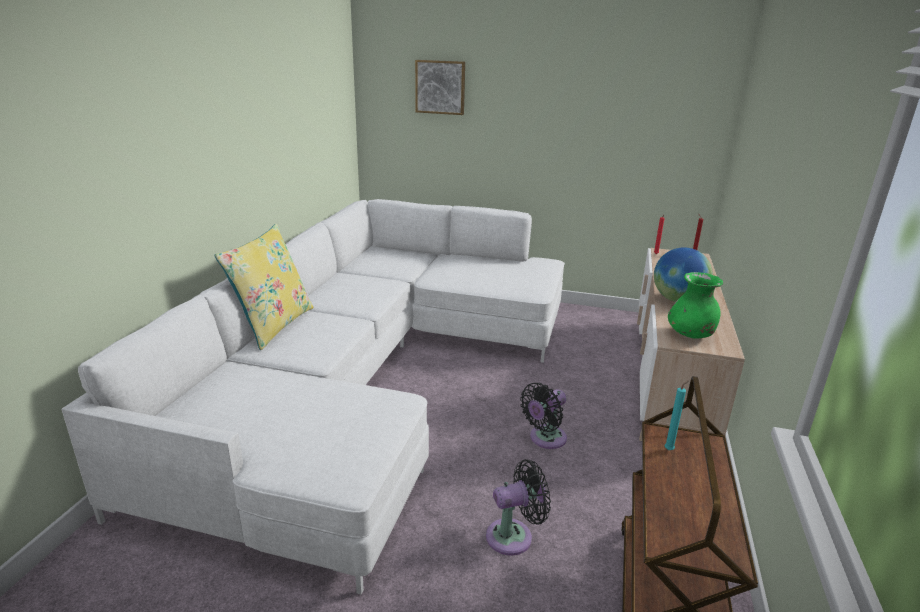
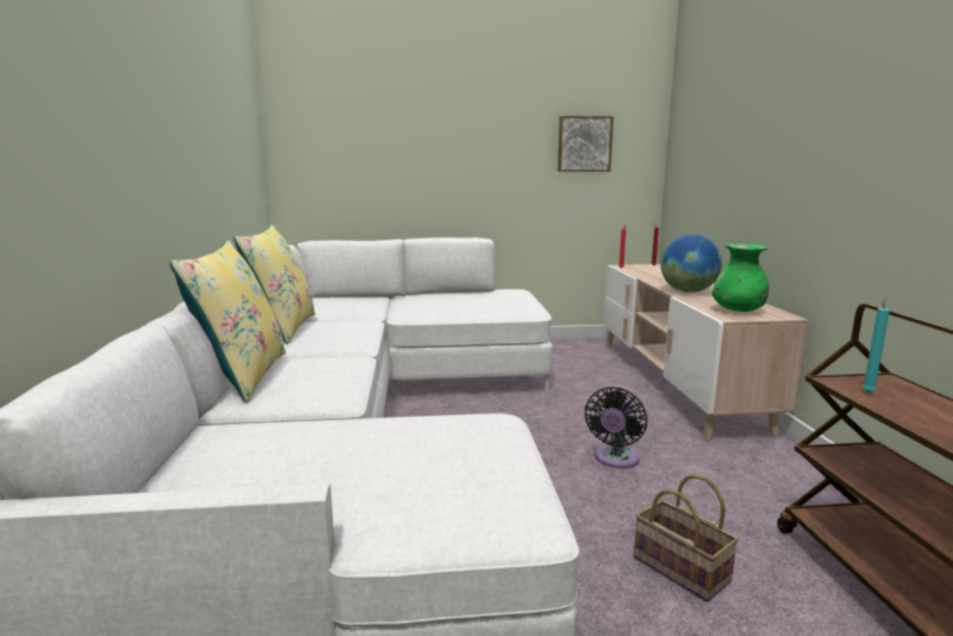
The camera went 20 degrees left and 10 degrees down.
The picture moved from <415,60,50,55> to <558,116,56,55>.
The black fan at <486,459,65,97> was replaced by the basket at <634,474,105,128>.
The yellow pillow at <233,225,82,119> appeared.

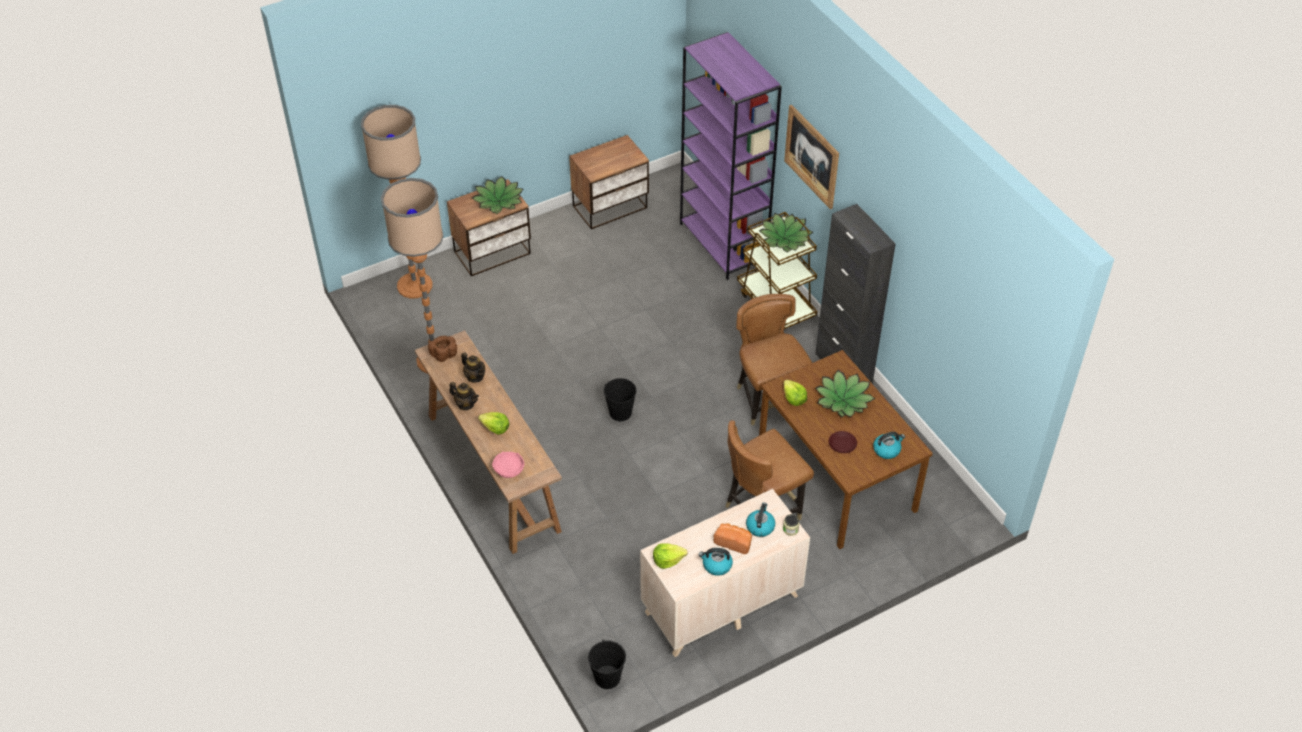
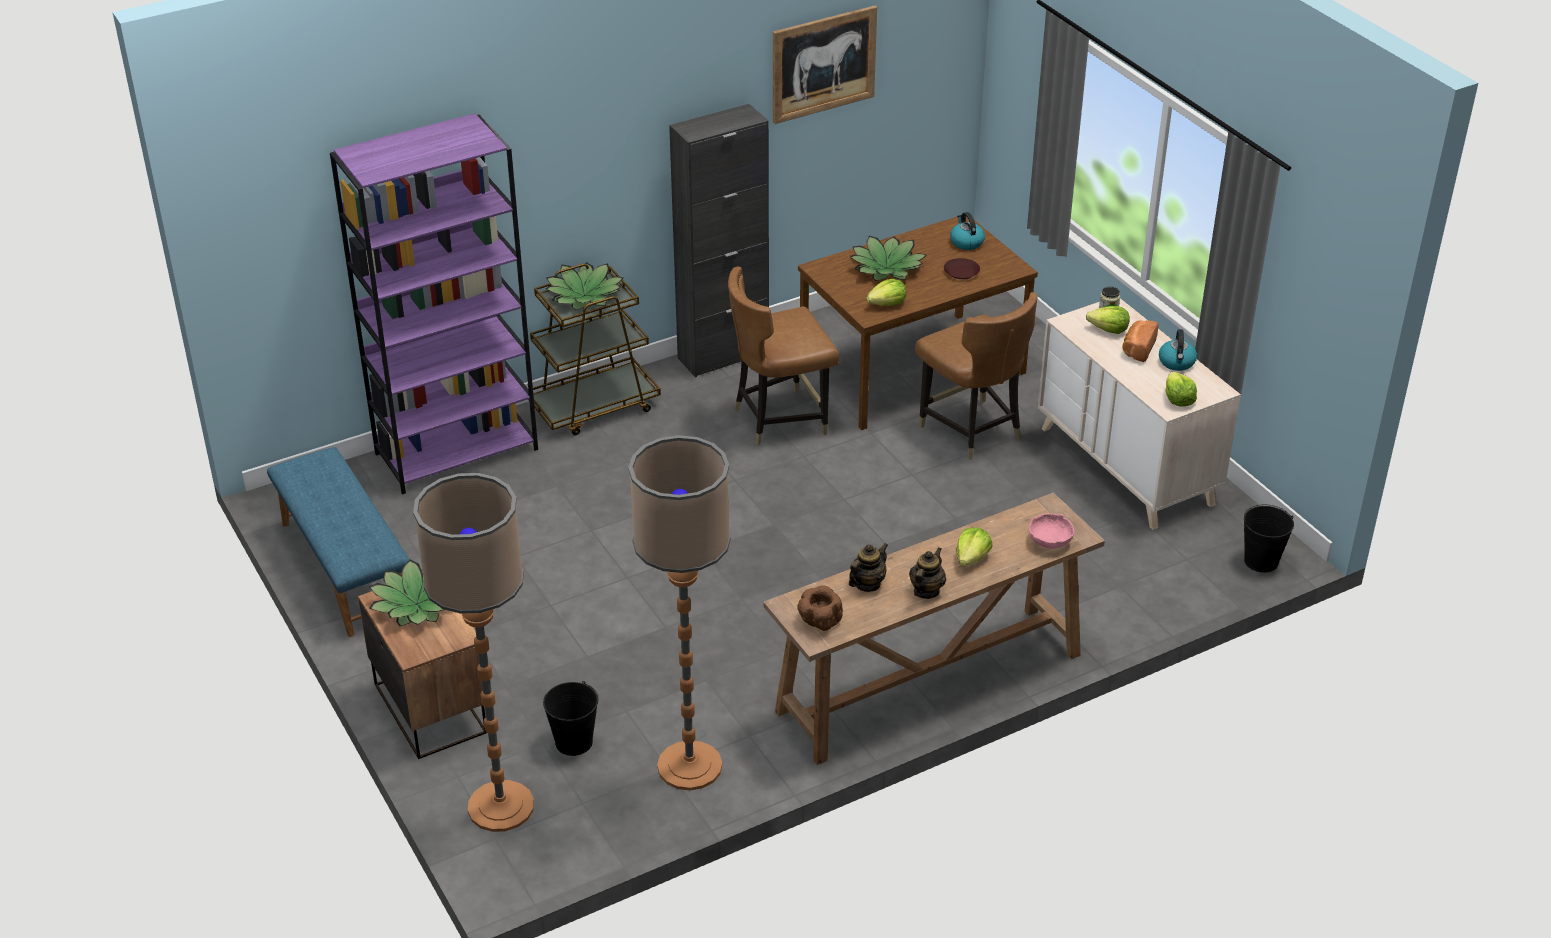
The camera went 90 degrees left and 10 degrees down.
The nightstand at <569,135,80,94> was replaced by the blue bench at <267,447,142,190>.
The black bucket moved from <604,378,32,43> to <543,681,56,75>.
The kettle at <746,503,29,34> was replaced by the lettuce at <1086,306,44,28>.
The picture moved from <784,105,55,104> to <773,6,104,118>.

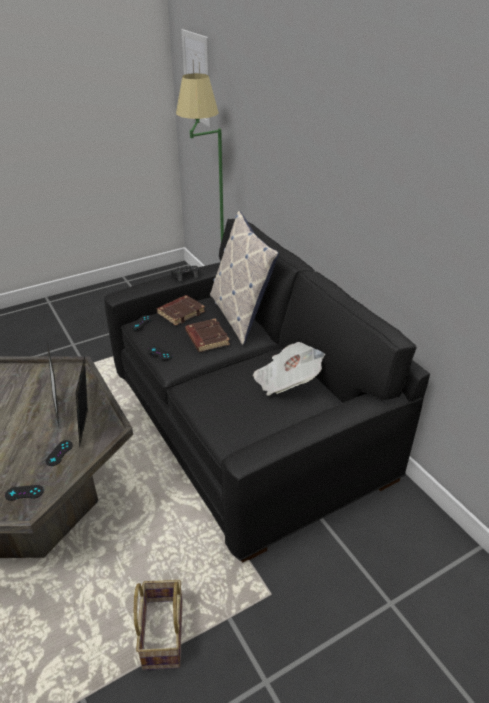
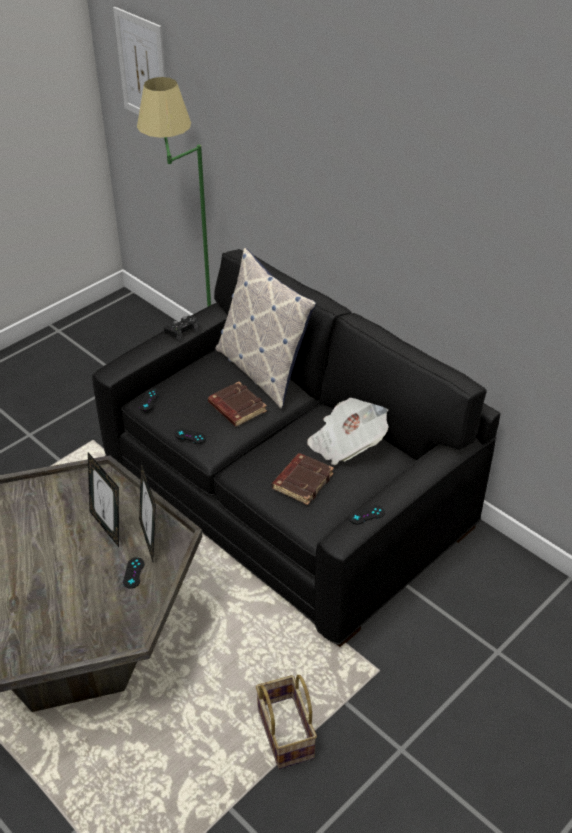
The camera went 15 degrees left and 5 degrees up.
The black game controller moved from <5,485,39,16> to <349,505,36,20>.
The brown book moved from <157,295,48,31> to <272,453,62,52>.

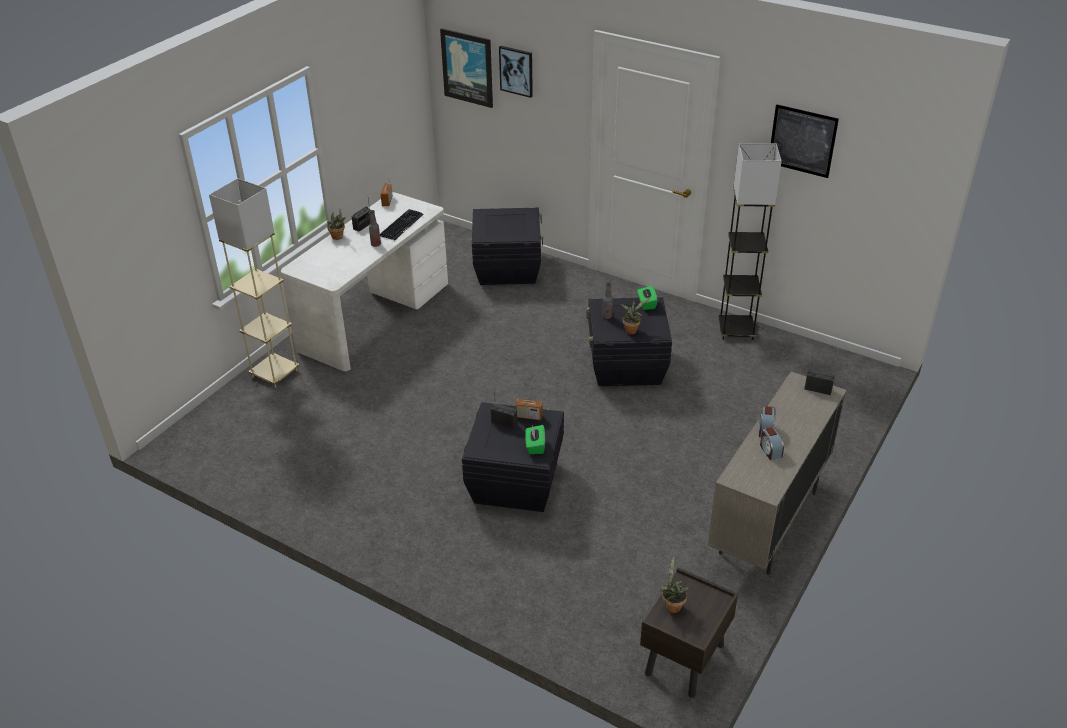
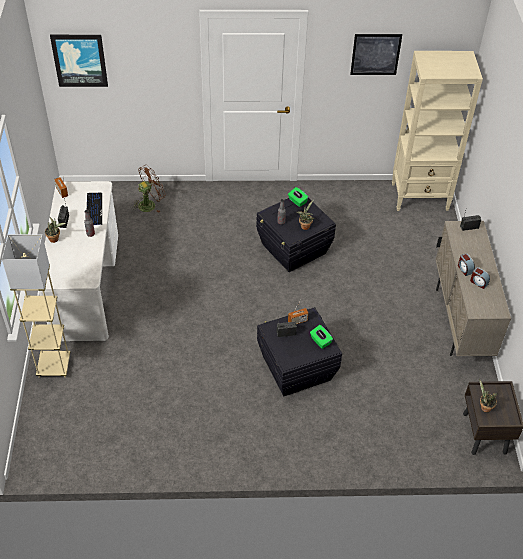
The camera went 35 degrees left and 10 degrees up.
The black storage box at <472,208,72,77> was replaced by the brown fan at <132,165,34,48>.
The picture at <499,46,34,52> disappeared.
The grey floor lamp at <718,143,63,197> disappeared.
The beige bookcase at <392,51,91,160> appeared.

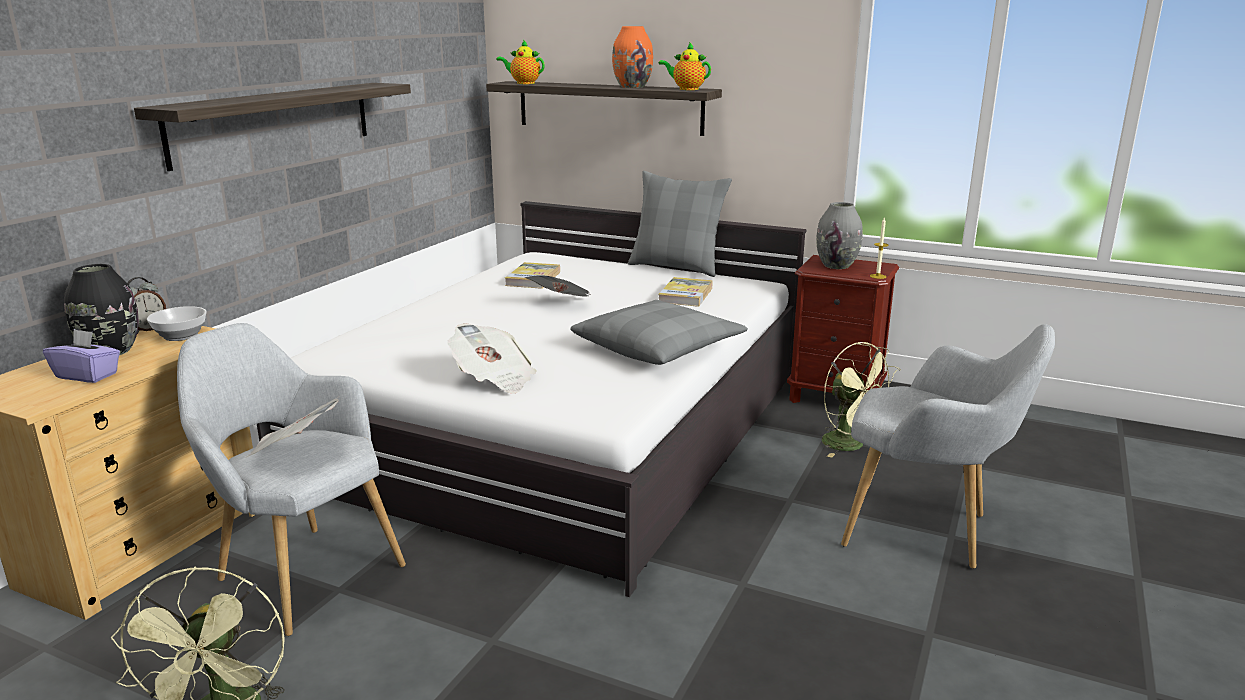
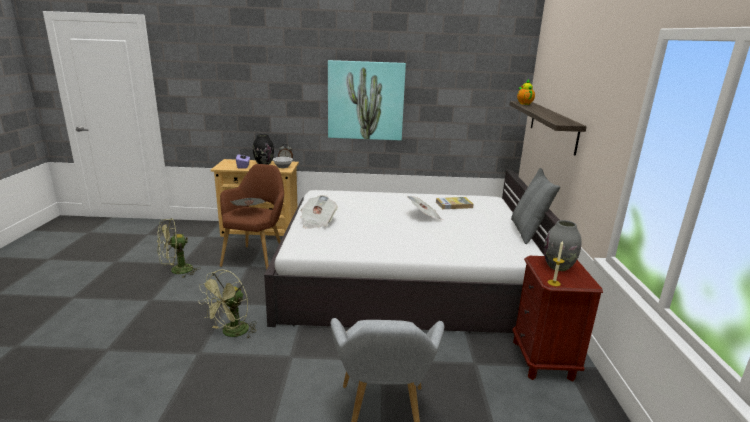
The camera went 65 degrees right and 0 degrees up.
The shelf at <134,83,277,88> was replaced by the picture at <328,60,78,81>.
The grey armchair at <177,323,229,313> became the brown armchair at <220,164,64,106>.
The grey pillow at <570,300,178,65> disappeared.
The orange vase at <612,26,41,62> disappeared.
The book at <658,277,55,30> disappeared.
The teapot at <659,42,52,48> disappeared.
The green fan moved from <822,342,79,116> to <198,270,59,68>.

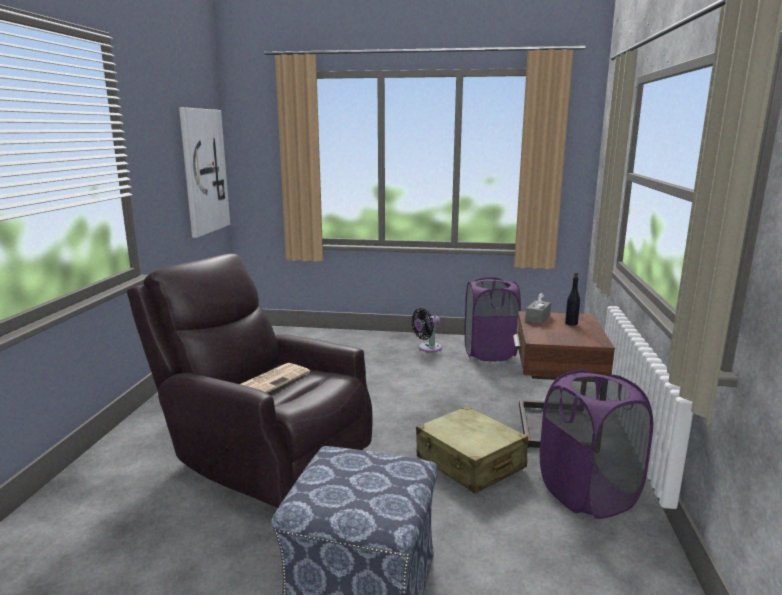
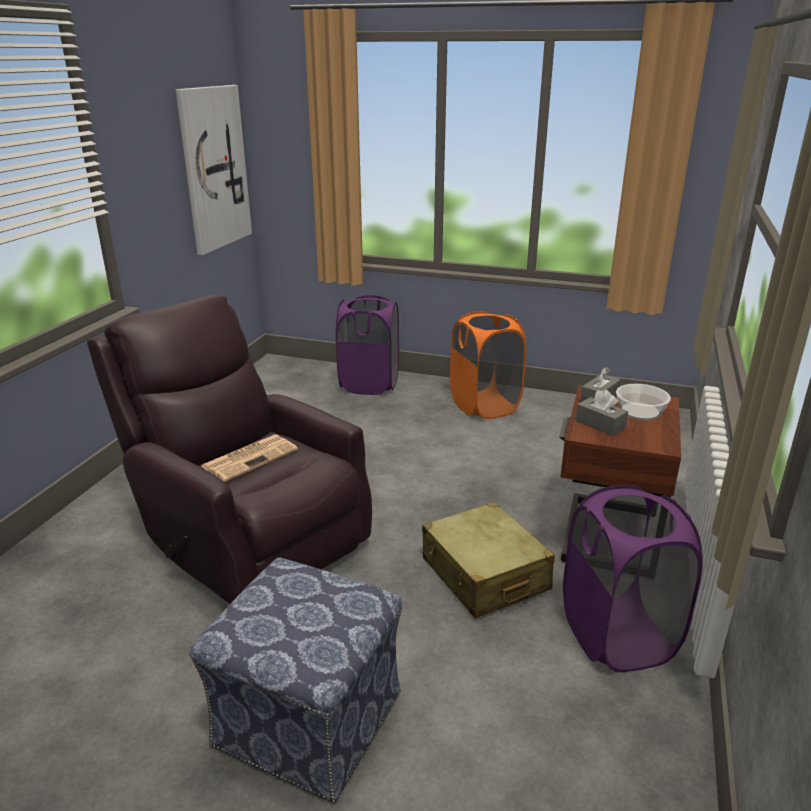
The camera went 10 degrees right and 10 degrees up.
The black fan at <411,308,31,44> was replaced by the orange laundry basket at <450,311,76,108>.
The purple laundry basket moved from <465,277,56,84> to <336,295,63,100>.
The black bottle at <565,273,15,53> was replaced by the bowl at <616,384,55,37>.
The grey tissue box at <576,390,52,46> appeared.

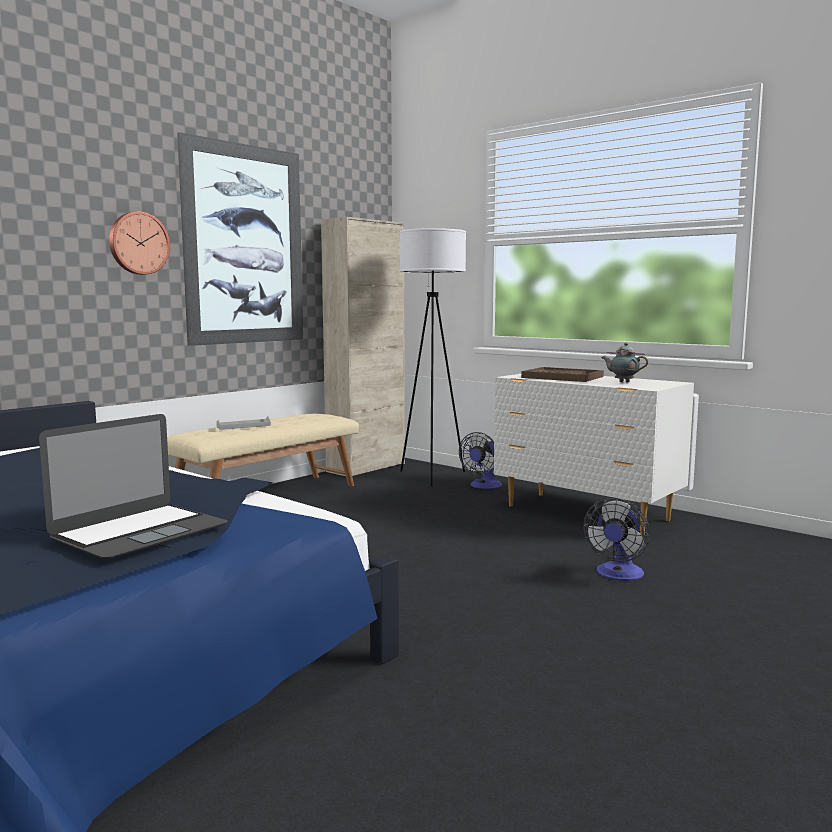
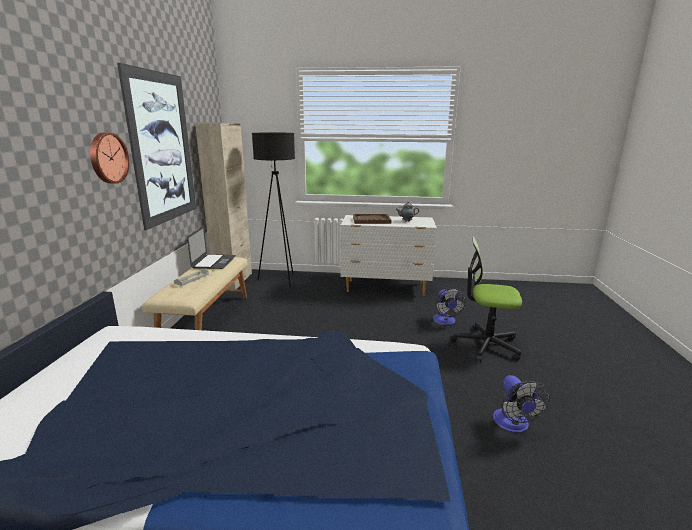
The camera went 35 degrees left and 10 degrees up.
The laptop moved from <39,414,188,145> to <187,226,49,43>.
The white floor lamp at <400,228,66,258> became the black floor lamp at <252,133,43,154>.
The fan moved from <459,432,43,57> to <493,375,57,58>.
The office chair at <450,235,72,127> appeared.

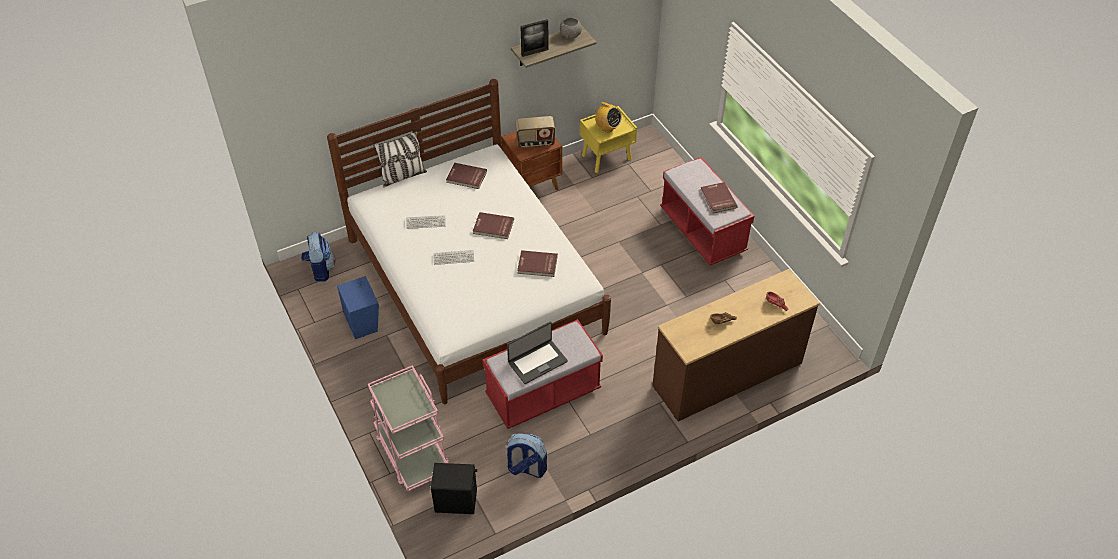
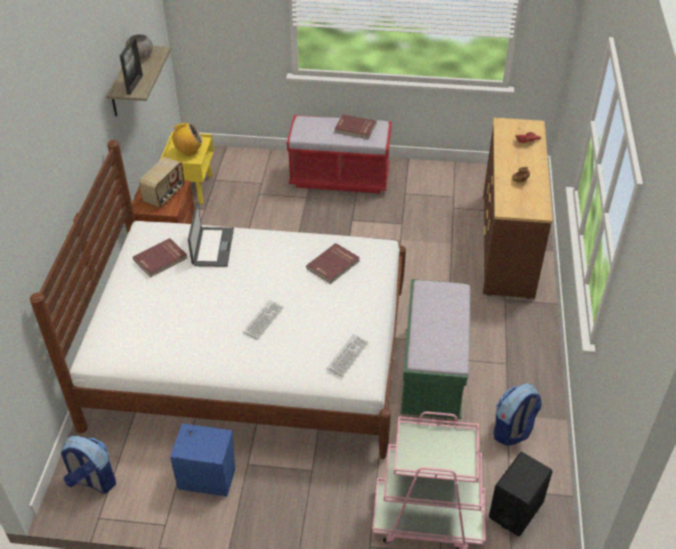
The camera went 55 degrees left and 5 degrees down.
The pillow at <373,131,54,56> disappeared.
The keyboard moved from <406,215,40,14> to <326,334,43,43>.
The red book at <473,212,41,27> disappeared.
The red bench at <482,319,121,110> became the green bench at <400,279,70,140>.
The laptop moved from <507,322,61,62> to <188,202,46,65>.

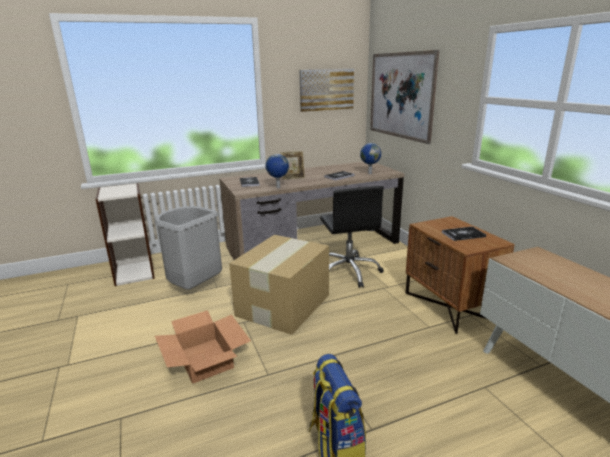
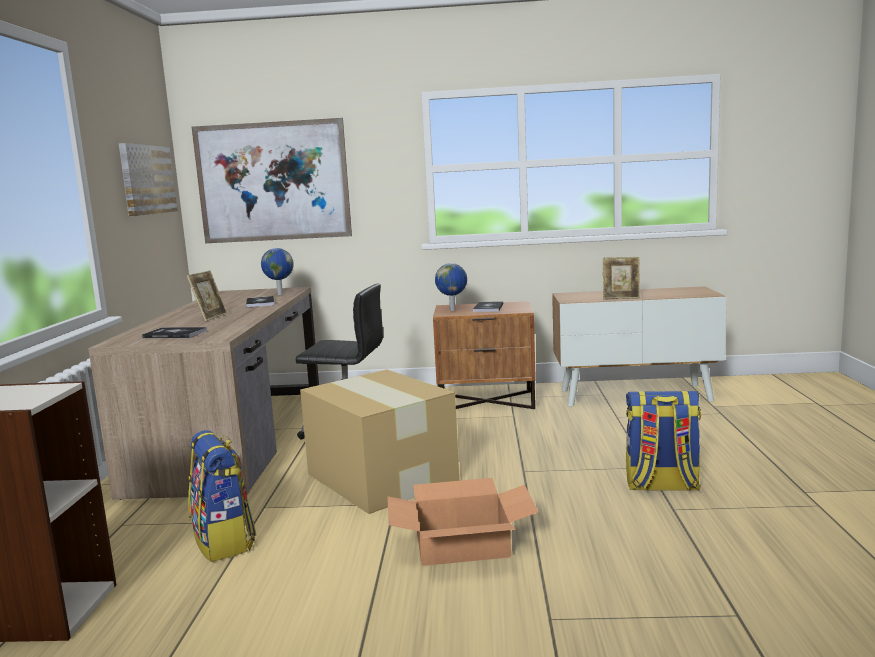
The camera went 65 degrees left and 10 degrees down.
The grey trash can at <155,206,67,84> was replaced by the backpack at <188,430,68,132>.
The globe moved from <265,154,24,34> to <435,263,32,48>.
The picture frame at <603,257,37,42> appeared.

